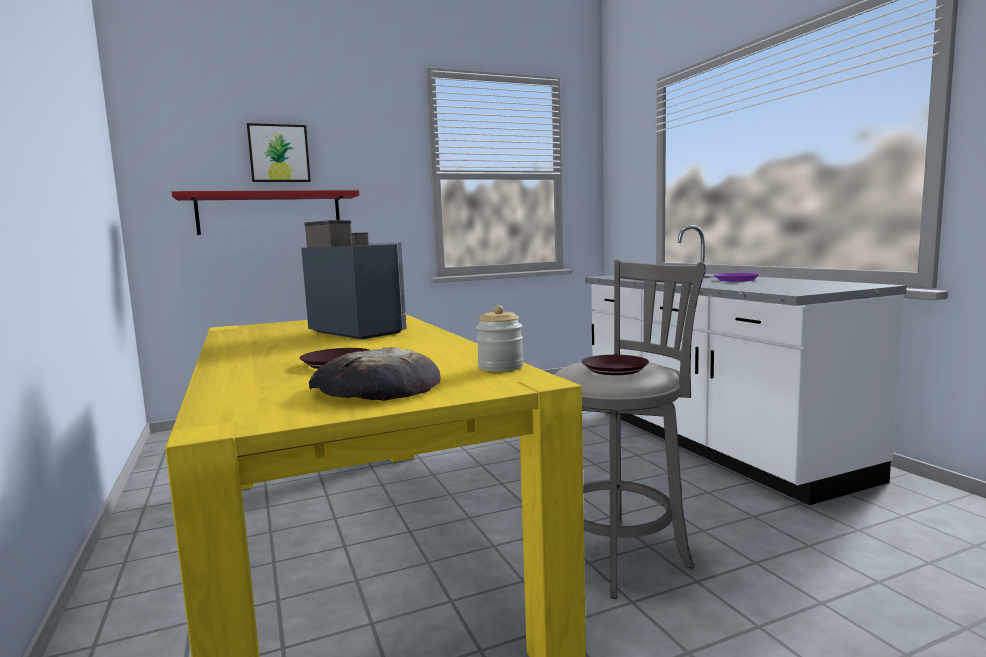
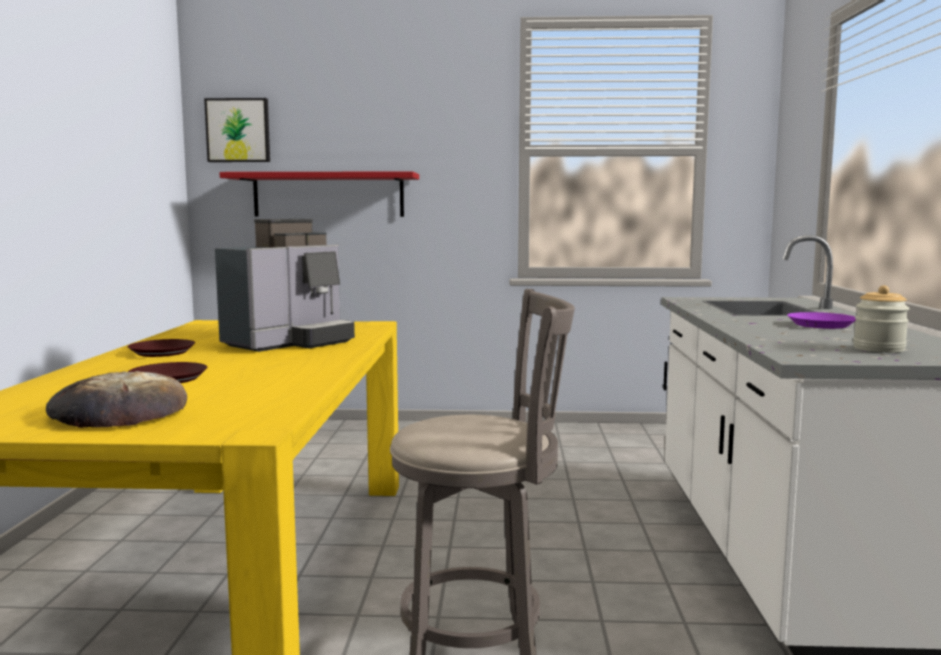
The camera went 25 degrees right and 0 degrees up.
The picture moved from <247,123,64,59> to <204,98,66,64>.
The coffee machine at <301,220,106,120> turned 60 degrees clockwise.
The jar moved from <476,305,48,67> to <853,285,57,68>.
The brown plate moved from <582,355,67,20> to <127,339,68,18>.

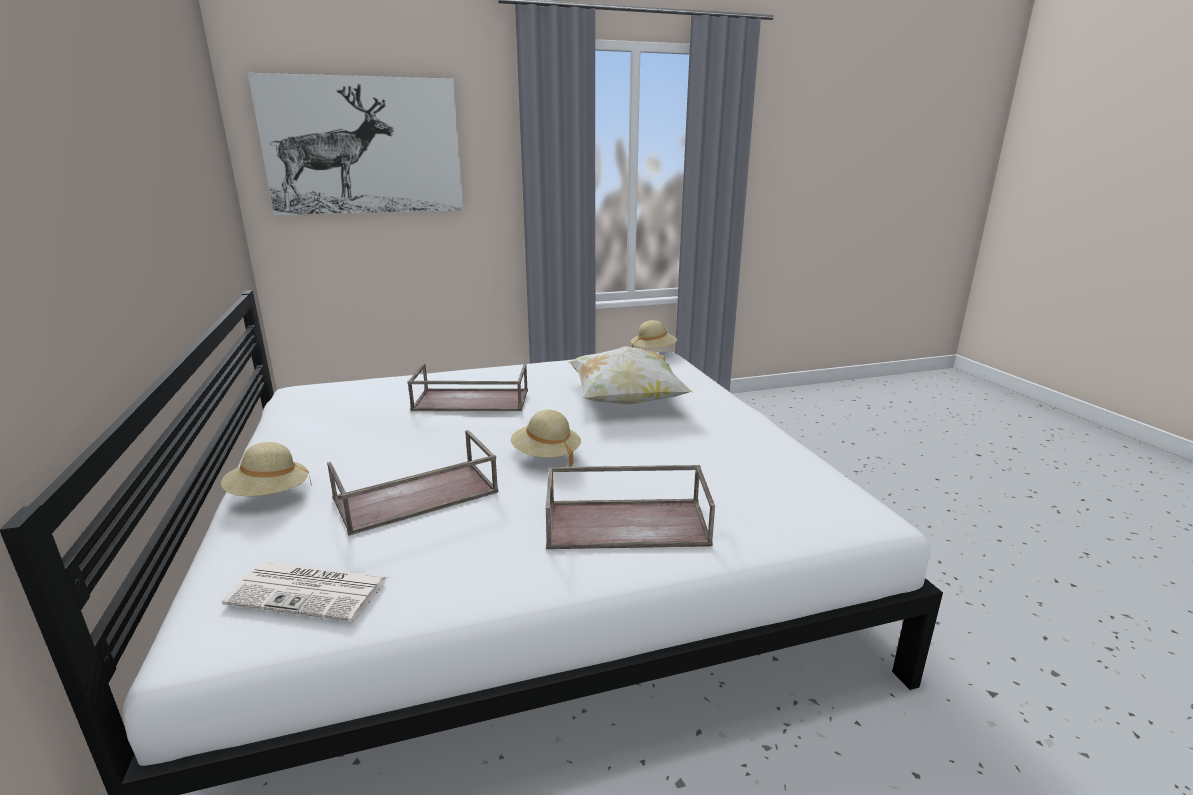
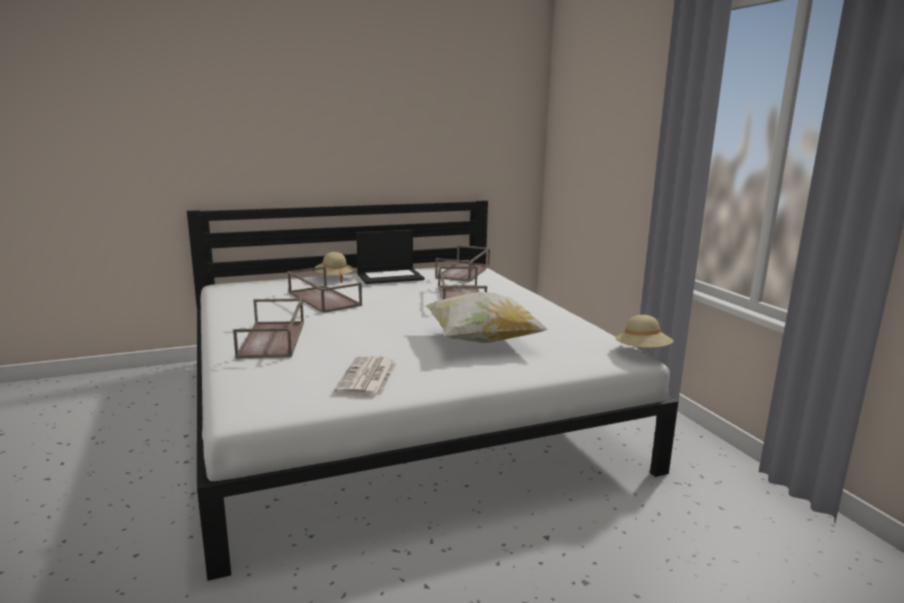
The camera went 85 degrees right and 5 degrees down.
The newspaper moved from <222,562,167,60> to <334,356,63,41>.
The picture at <248,73,215,142> disappeared.
The beige hat at <510,410,71,57> disappeared.
The laptop at <356,230,69,54> appeared.
The brown tray at <435,245,55,37> appeared.

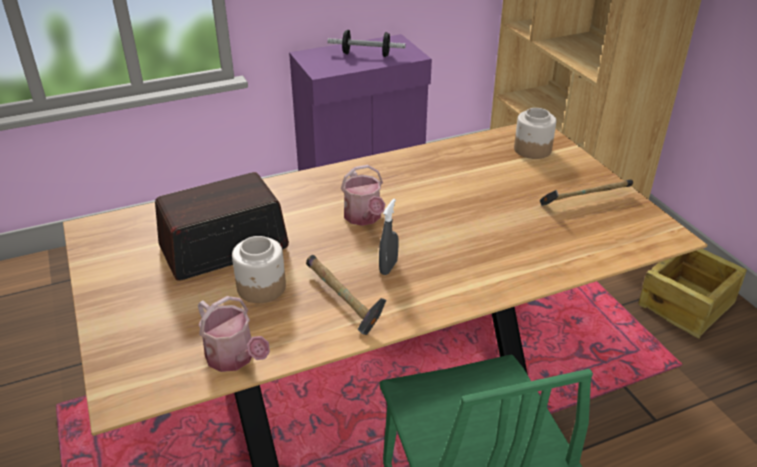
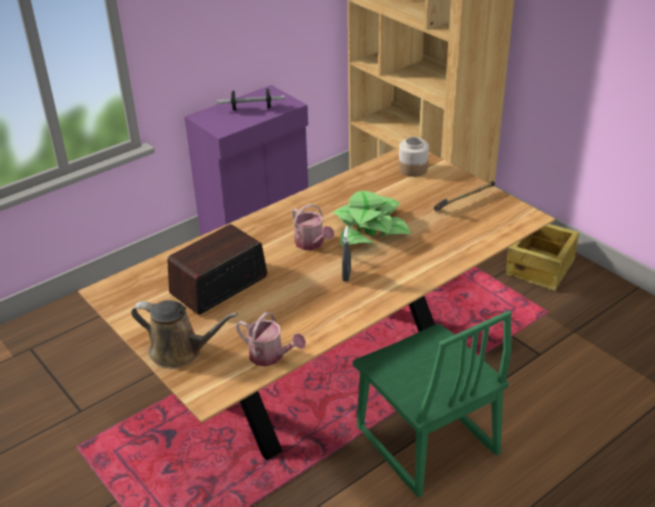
The camera went 15 degrees left and 0 degrees up.
The jar at <232,236,54,67> disappeared.
The hammer at <306,255,80,80> disappeared.
The brown watering can at <131,300,107,69> appeared.
The potted plant at <333,191,77,56> appeared.

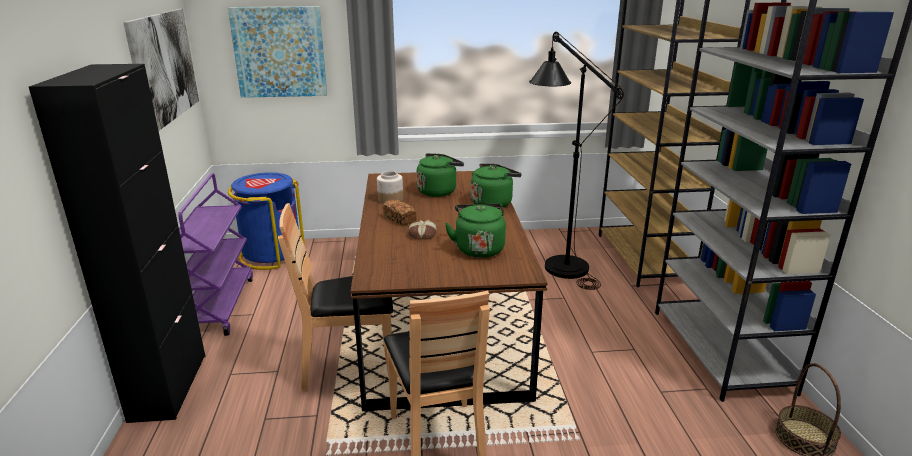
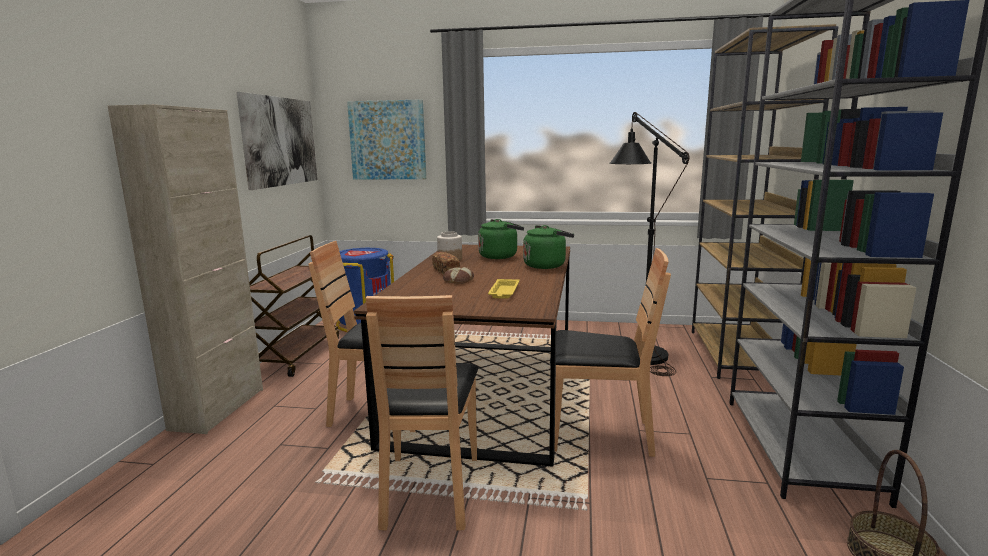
The camera went 15 degrees right and 10 degrees down.
The black cabinet at <29,64,176,359> became the beige cabinet at <108,104,155,330>.
The purple cart at <178,173,75,163> became the brown cart at <249,235,90,142>.
The green kettle at <445,204,61,54> was replaced by the yellow tray at <488,279,32,20>.
The brown chair at <550,248,121,209> appeared.

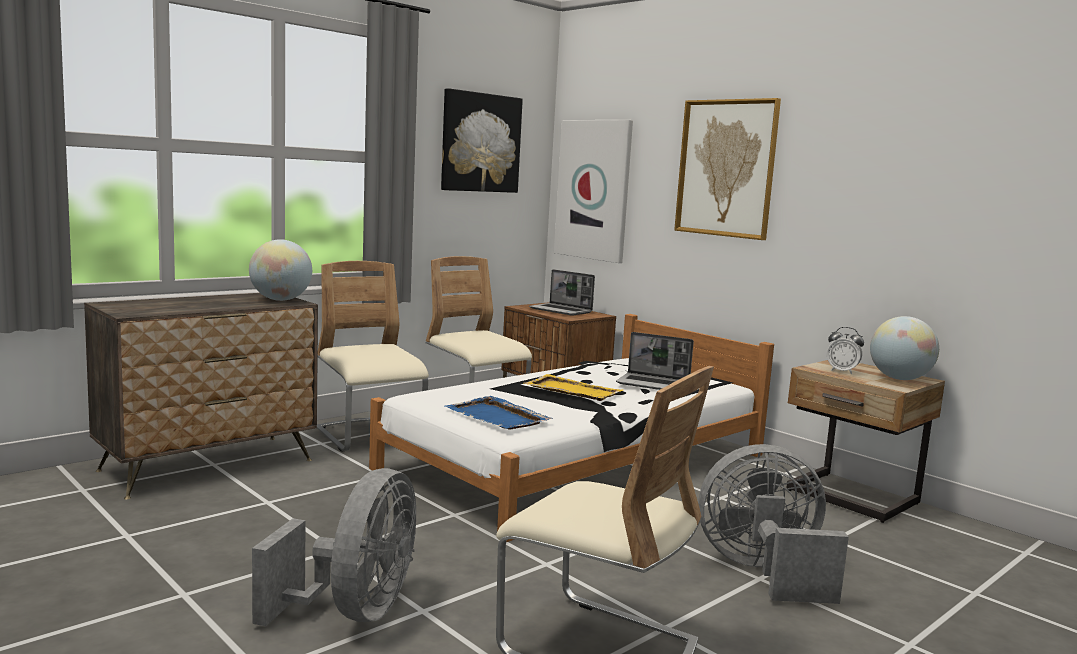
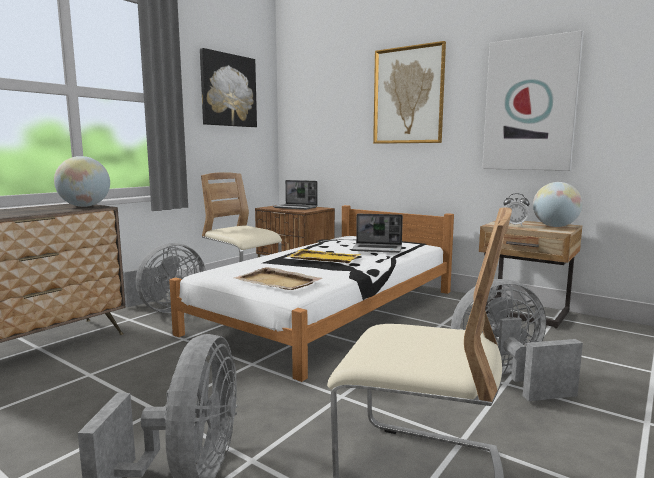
The camera went 10 degrees left and 0 degrees up.
The beige chair at <316,261,113,191> was replaced by the grey fan at <123,243,83,70>.
The blue tray at <445,396,108,34> became the beige tray at <234,267,88,23>.
The picture moved from <554,120,79,143> to <482,30,102,141>.

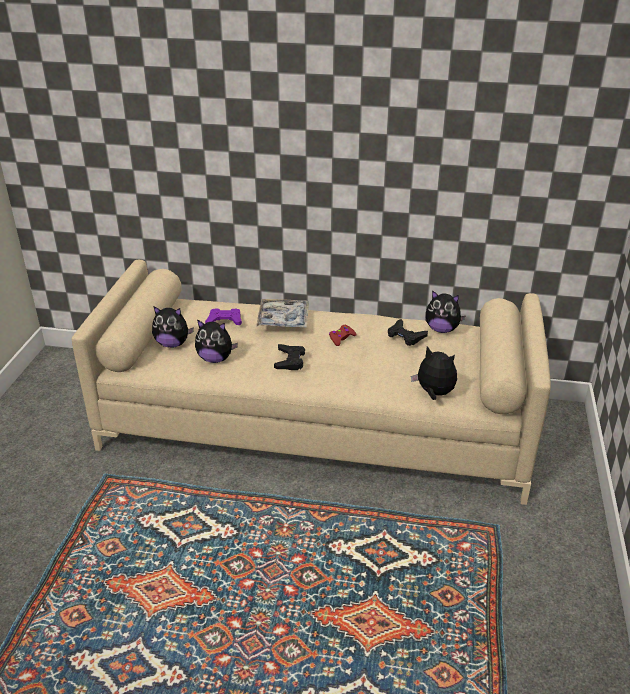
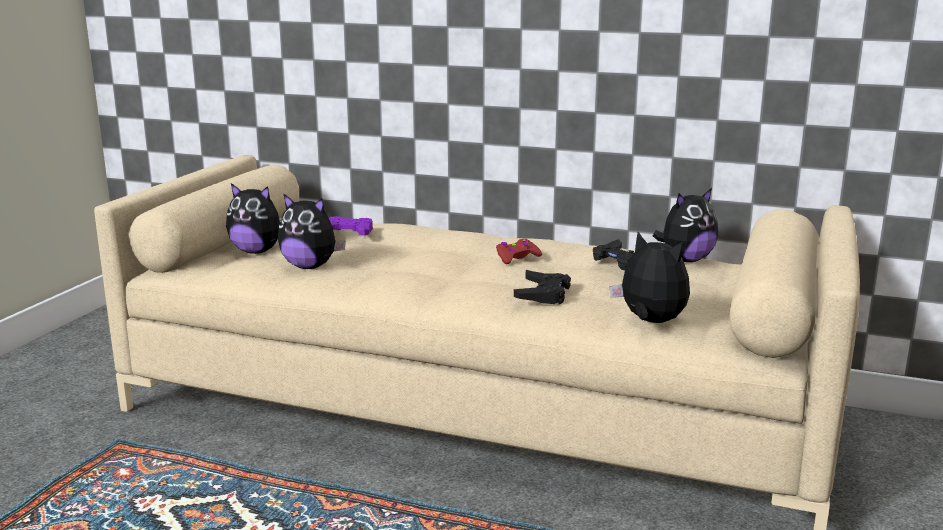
The camera went 10 degrees right and 15 degrees down.
The tray at <256,299,53,29> disappeared.
The black game controller moved from <274,344,31,26> to <514,270,57,34>.
The plush toy at <426,290,39,43> turned 60 degrees counterclockwise.

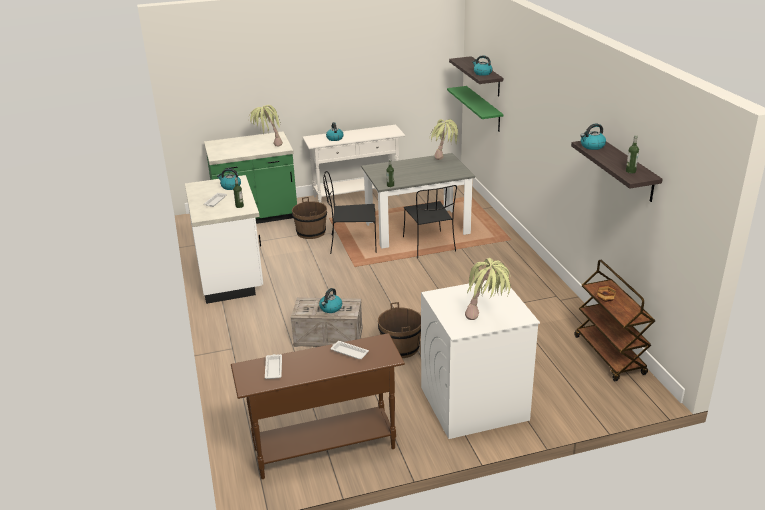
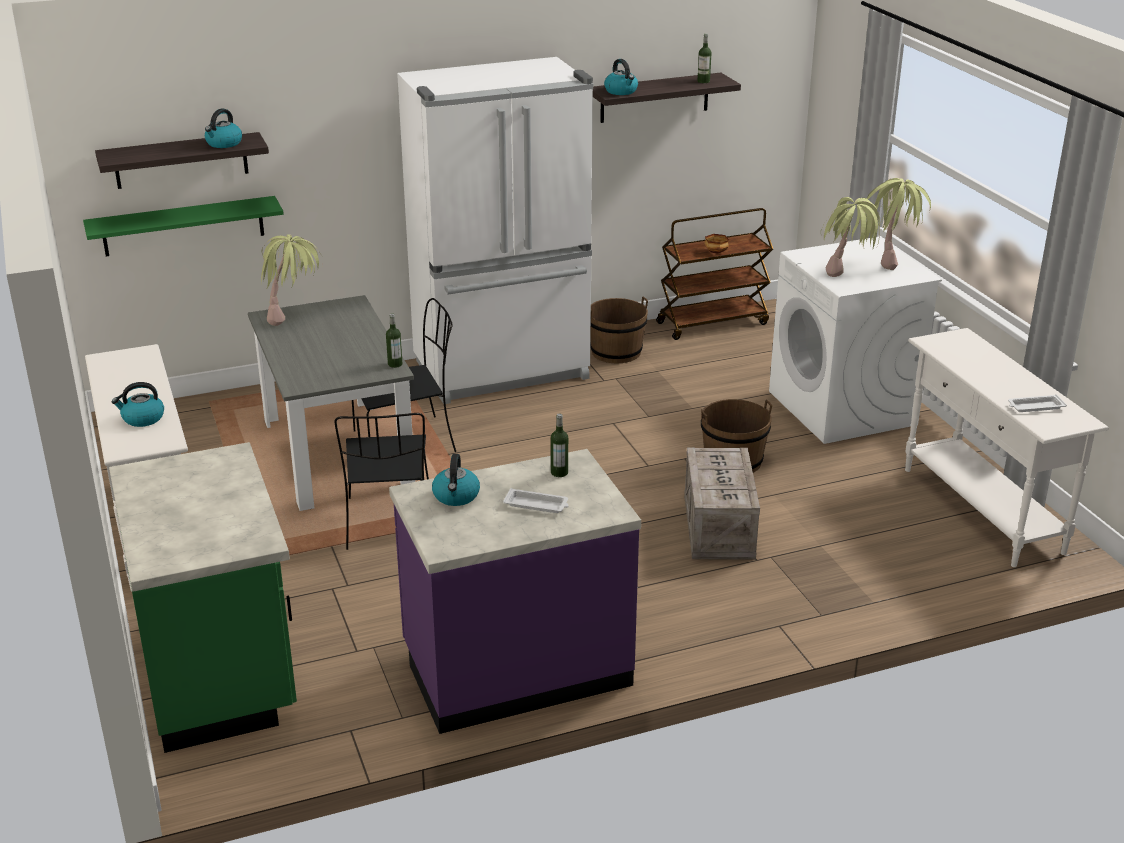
The camera went 95 degrees left and 0 degrees up.
The white counter at <185,175,78,129> became the purple counter at <389,449,252,285>.
The brown console table at <231,333,174,146> became the white console table at <905,328,204,239>.
The potted plant moved from <248,105,35,41> to <824,197,56,80>.
The brown bucket moved from <292,197,35,42> to <590,296,58,67>.
The kettle at <319,288,23,25> disappeared.
The white tray at <331,341,38,18> disappeared.
The white fridge at <397,57,196,347> appeared.

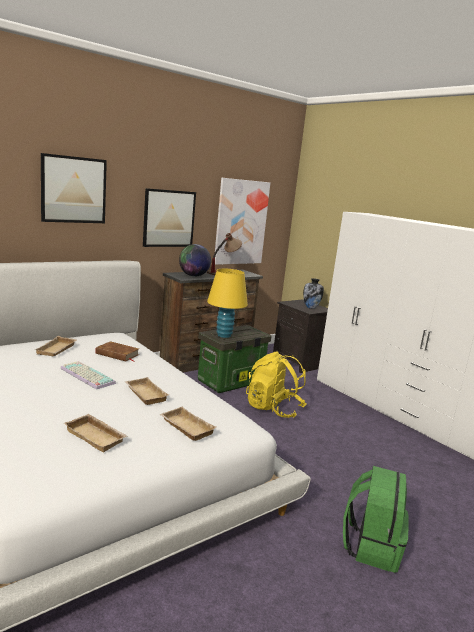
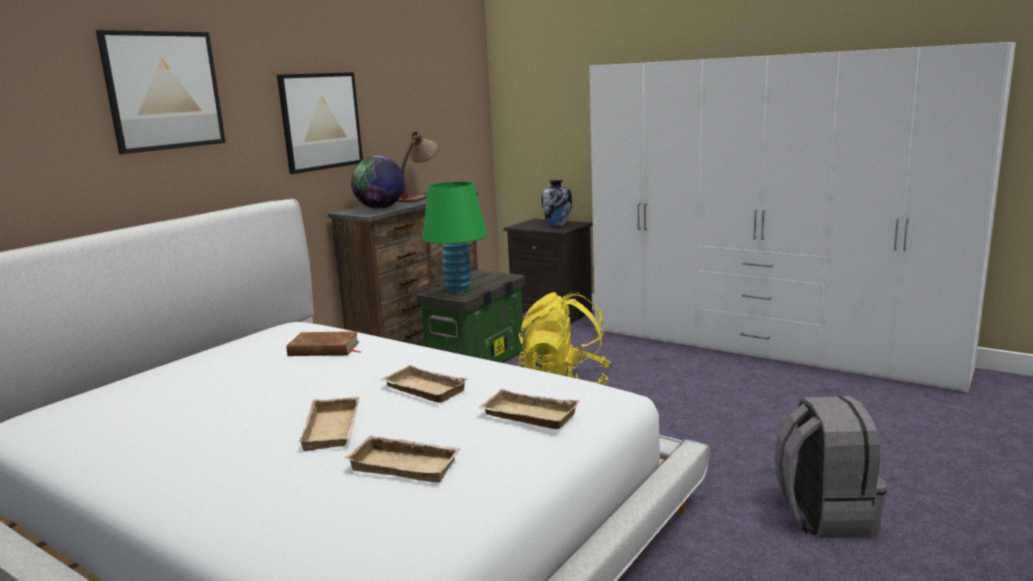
The camera went 15 degrees left and 0 degrees up.
The beige tray moved from <34,336,42,20> to <298,397,61,54>.
The keyboard at <60,361,56,29> disappeared.
The yellow table lamp at <207,269,41,69> became the green table lamp at <422,181,65,112>.
The picture at <215,178,55,87> disappeared.
The green backpack at <343,466,66,107> became the grey backpack at <774,396,113,142>.

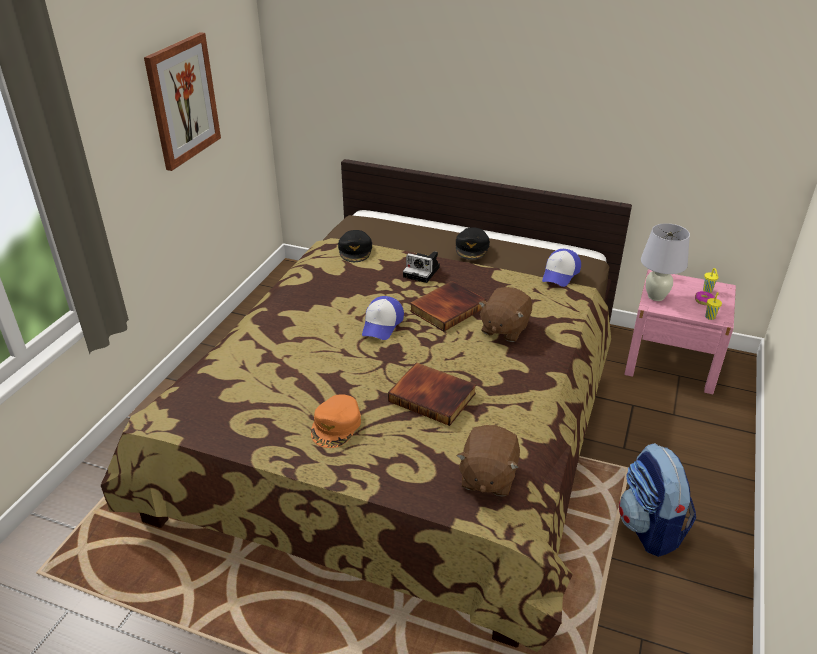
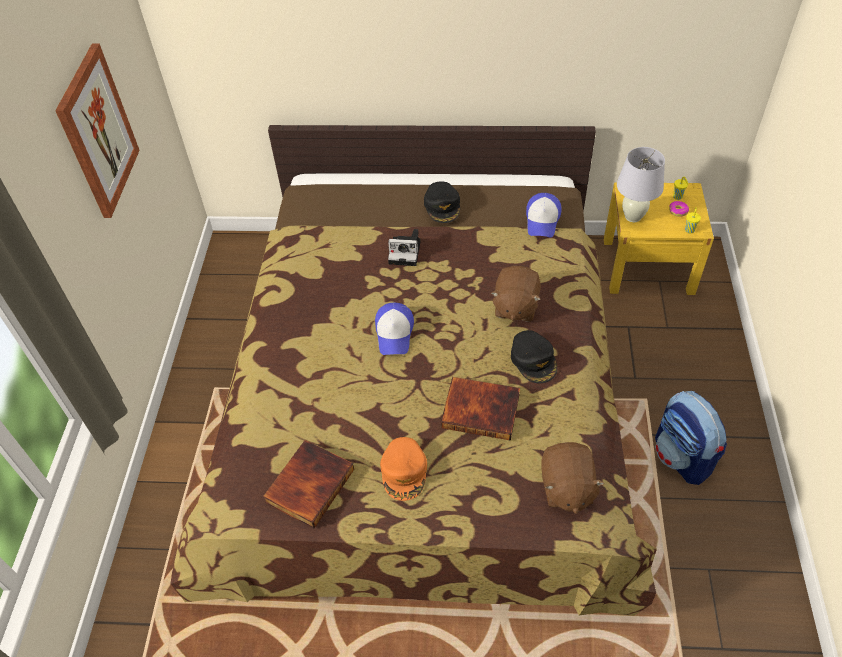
The camera went 15 degrees left and 15 degrees up.
The black cap moved from <338,230,34,32> to <511,330,46,53>.
The book moved from <410,281,76,50> to <263,440,91,88>.
The pink nightstand at <624,269,112,125> became the yellow nightstand at <604,182,110,113>.

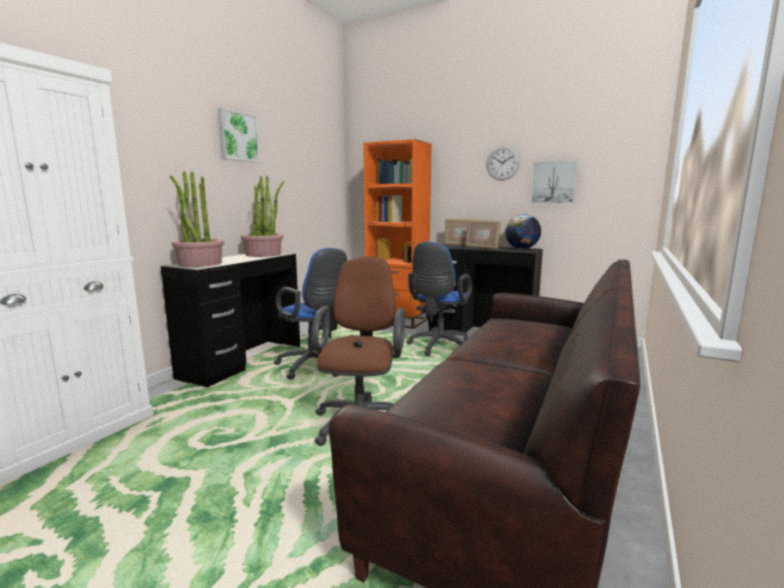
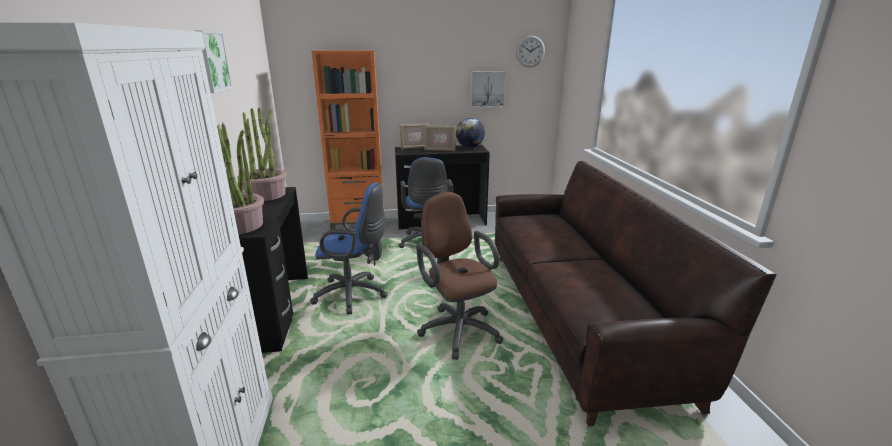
The camera went 35 degrees left and 10 degrees up.
The wall clock moved from <486,146,34,35> to <516,35,29,32>.

